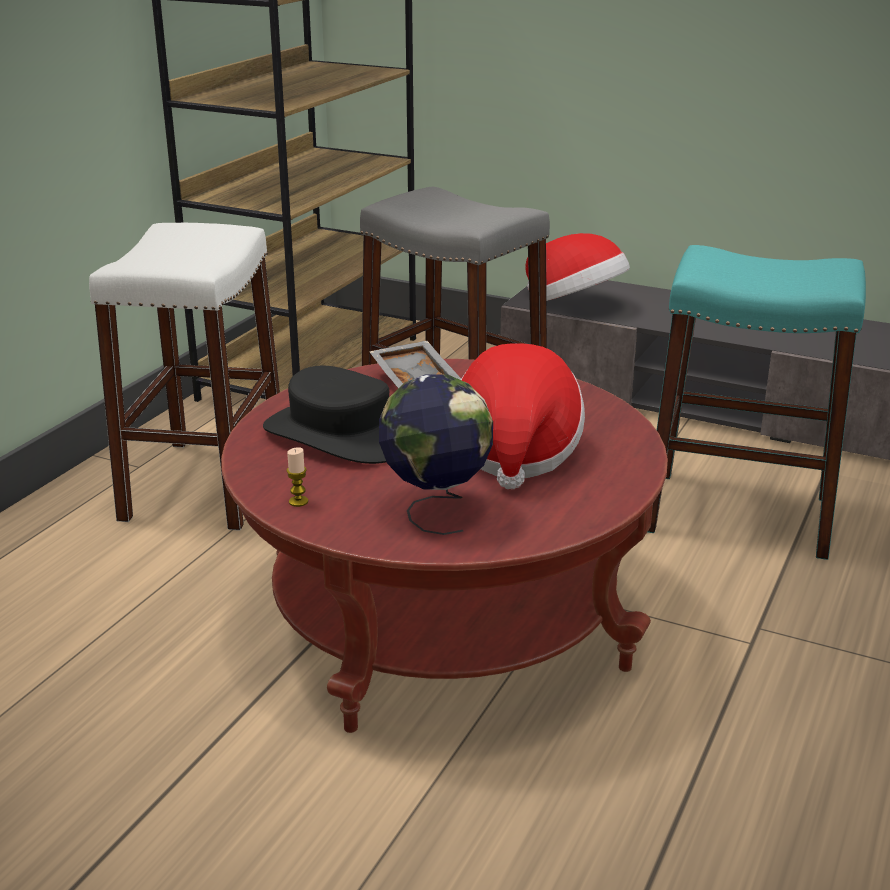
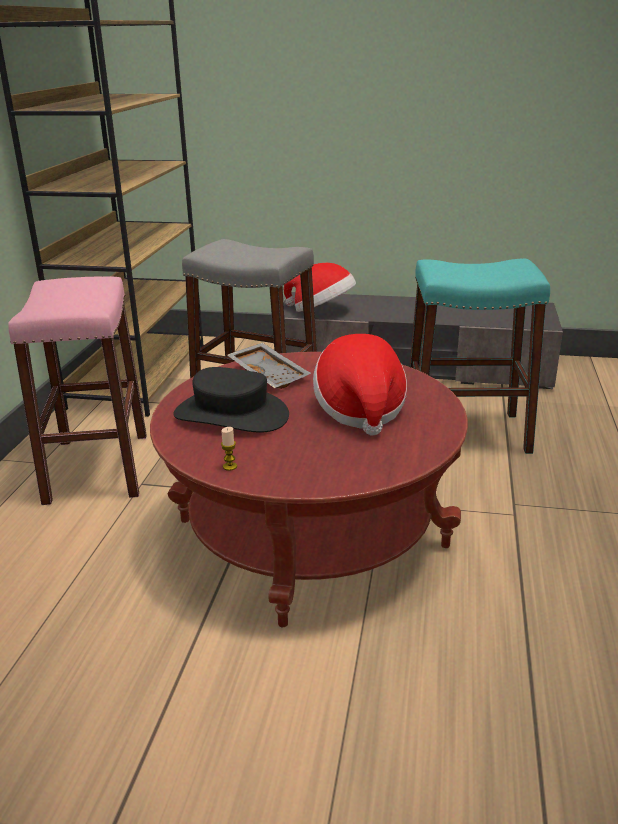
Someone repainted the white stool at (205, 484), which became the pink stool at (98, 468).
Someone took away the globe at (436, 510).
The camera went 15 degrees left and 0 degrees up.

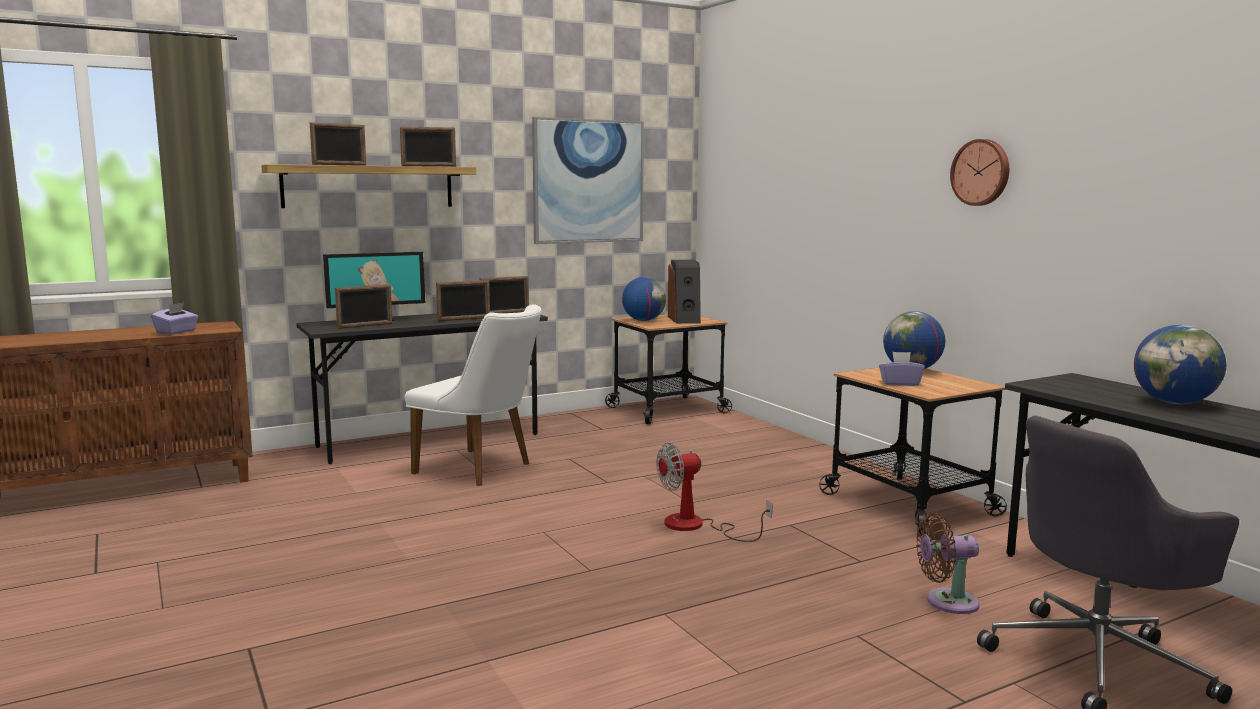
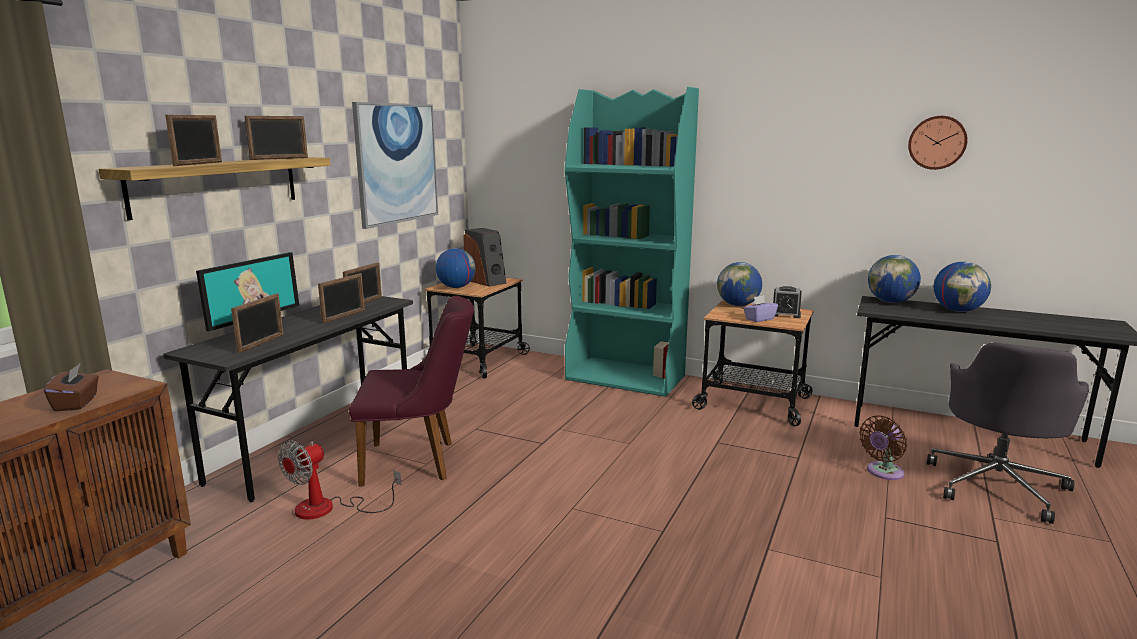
Someone repainted the purple tissue box at (176, 332), which became the brown tissue box at (76, 403).
Someone carried the fan from (697, 526) to (328, 509).
Someone repainted the white chair at (481, 469), which became the purple chair at (419, 461).
Someone put down the turquoise bookcase at (626, 378).
Someone put down the alarm clock at (785, 314).
Someone put down the globe at (891, 302).
Someone carried the wall clock from (981, 172) to (937, 142).
The camera went 35 degrees left and 5 degrees up.

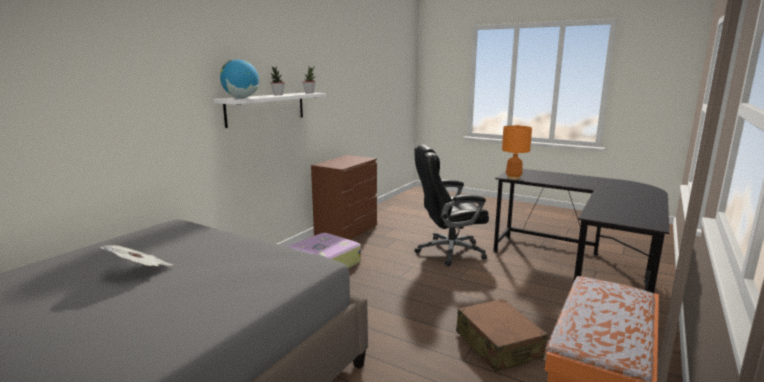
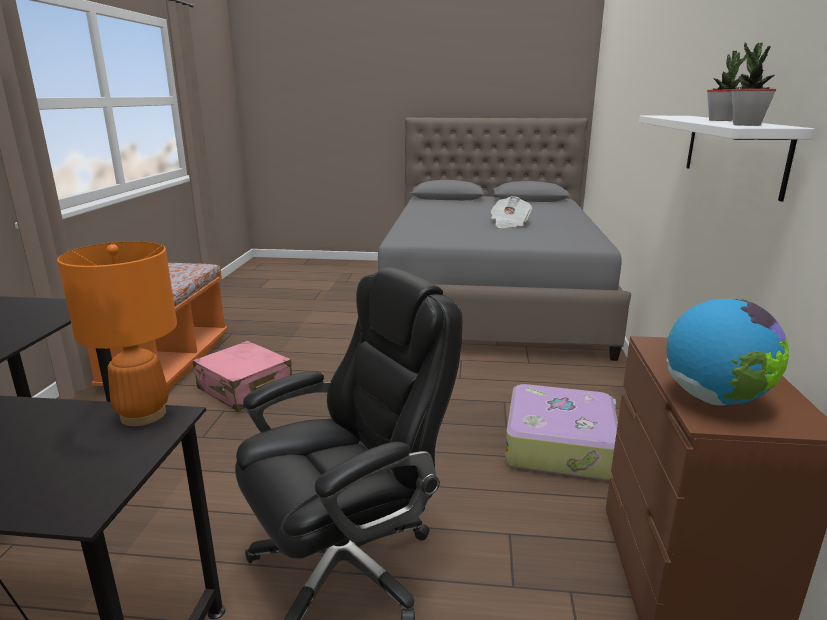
Someone repainted the brown suitcase at (498, 345), which became the pink suitcase at (245, 388).
Someone carried the globe from (241, 98) to (714, 399).
The camera went 155 degrees right and 5 degrees up.

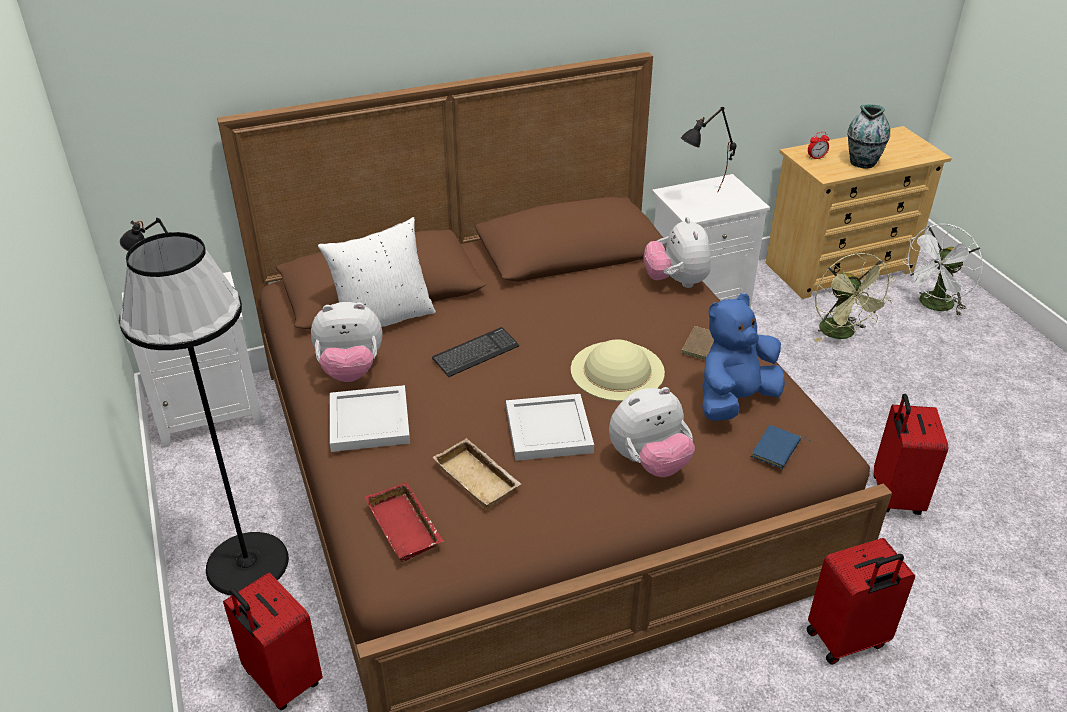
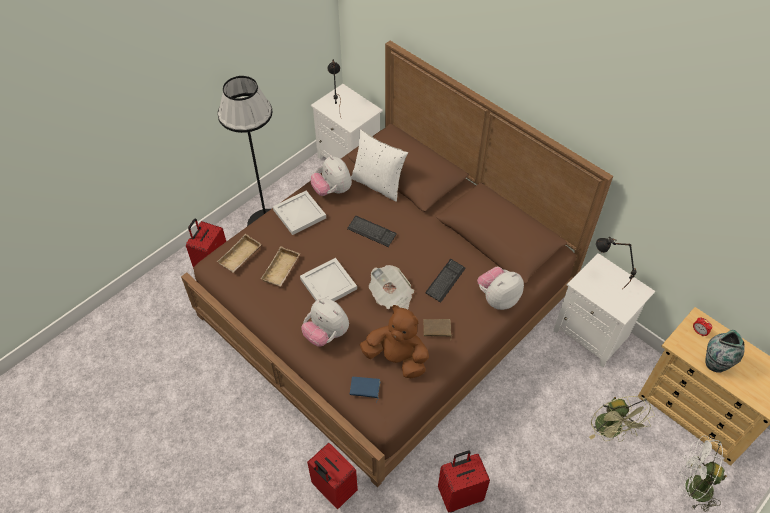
Someone repainted the red tray at (407, 526), which became the beige tray at (240, 257).
Someone repainted the blue plush toy at (734, 400), which became the brown plush toy at (397, 358).
Someone swapped the beige hat at (617, 370) for the newspaper at (391, 296).
Someone put down the keyboard at (445, 281).
Someone rotated the green fan at (842, 334) by 60 degrees counterclockwise.
The camera went 65 degrees right and 15 degrees up.

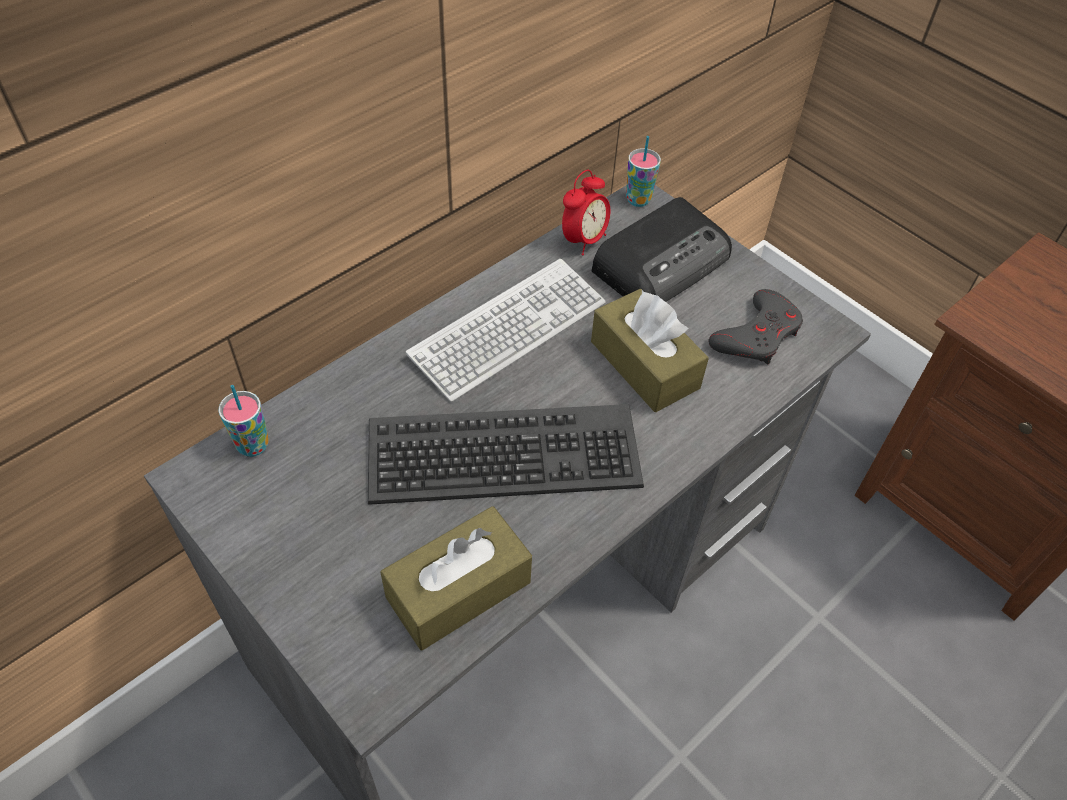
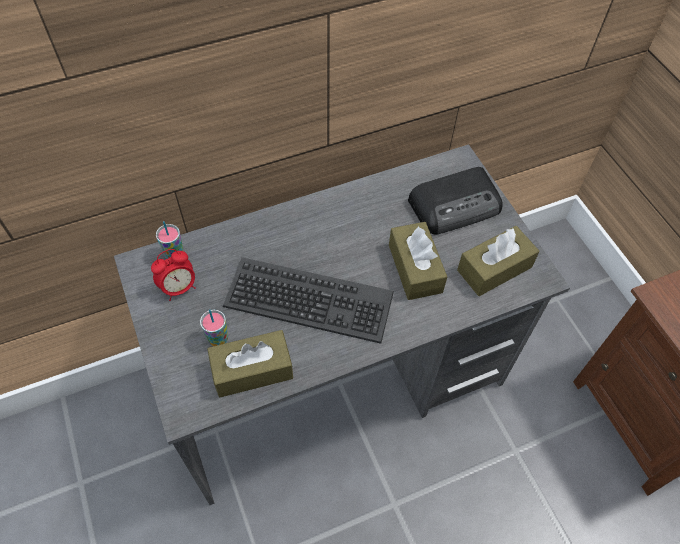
Someone carried the alarm clock from (584, 240) to (179, 288).
Someone carried the cup from (638, 200) to (218, 339).
Someone swapped the grey game controller at (757, 335) for the brown tissue box at (494, 269).
Someone took away the keyboard at (508, 330).
The camera went 20 degrees right and 5 degrees up.

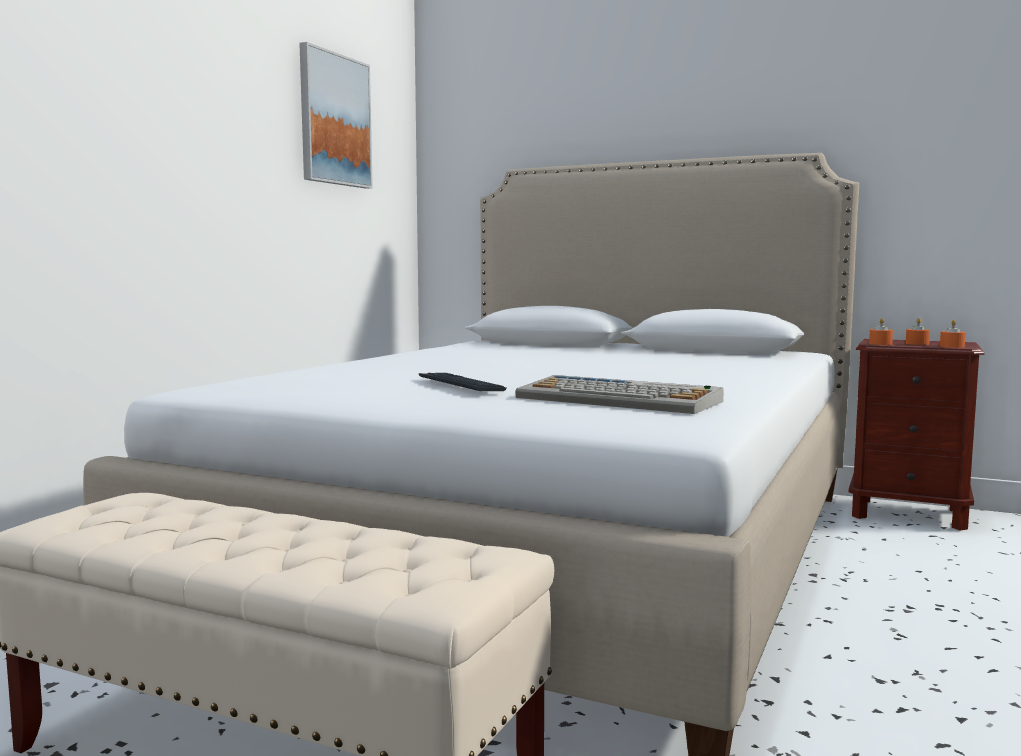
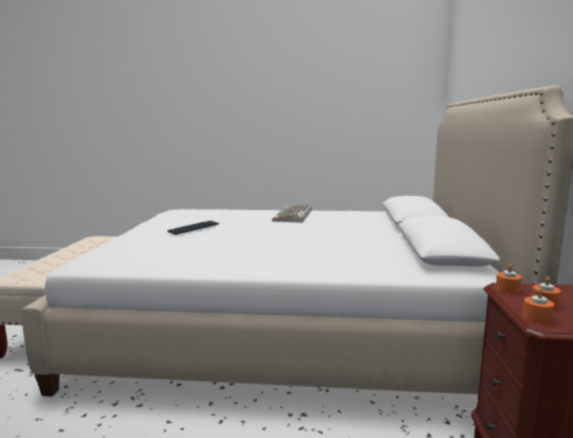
Someone carried the keyboard from (620, 399) to (293, 215).
Someone took away the picture at (334, 120).
The camera went 70 degrees right and 5 degrees up.

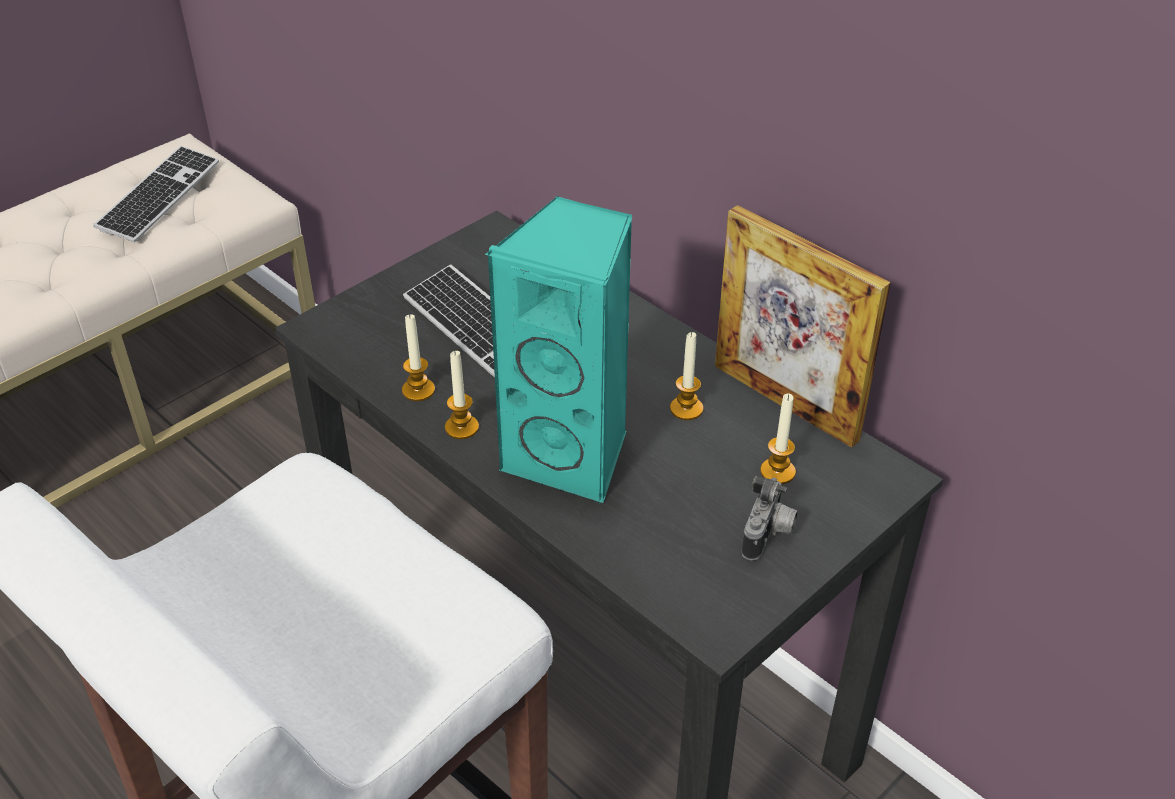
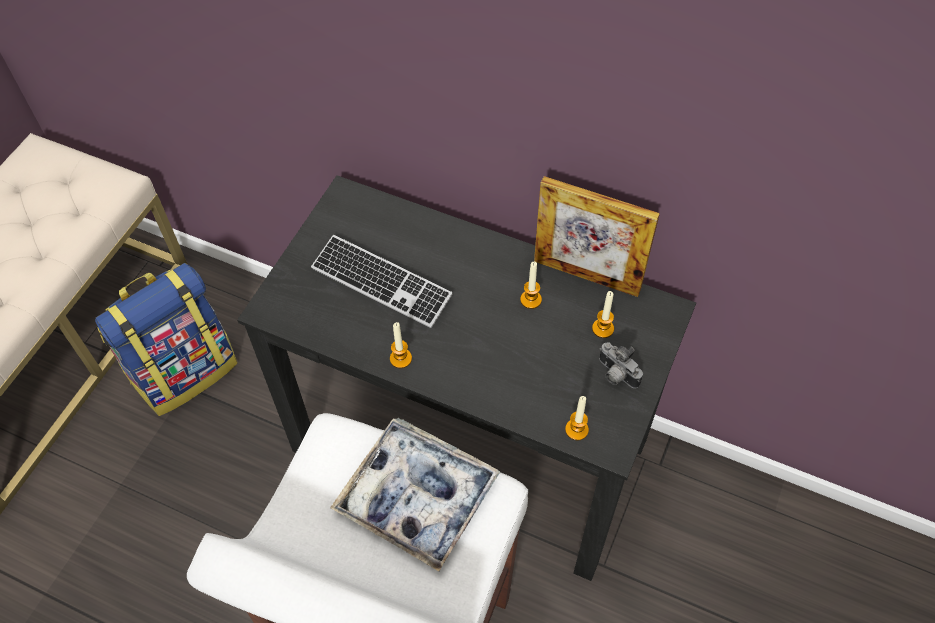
Someone put down the backpack at (185, 370).
Someone put down the tray at (417, 497).
Someone carried the candle from (418, 390) to (576, 430).
Someone rotated the photo camera at (768, 535) by 135 degrees clockwise.
Someone took away the keyboard at (159, 196).
Someone took away the turquoise speaker at (572, 456).
The camera went 20 degrees left and 15 degrees up.

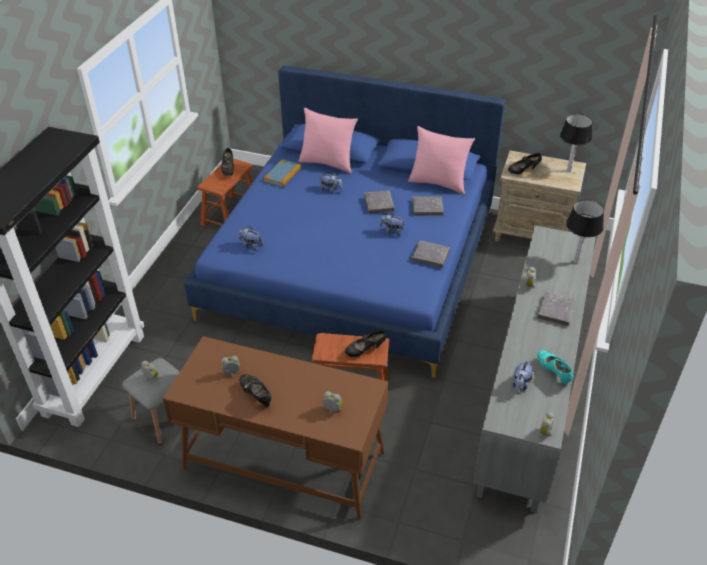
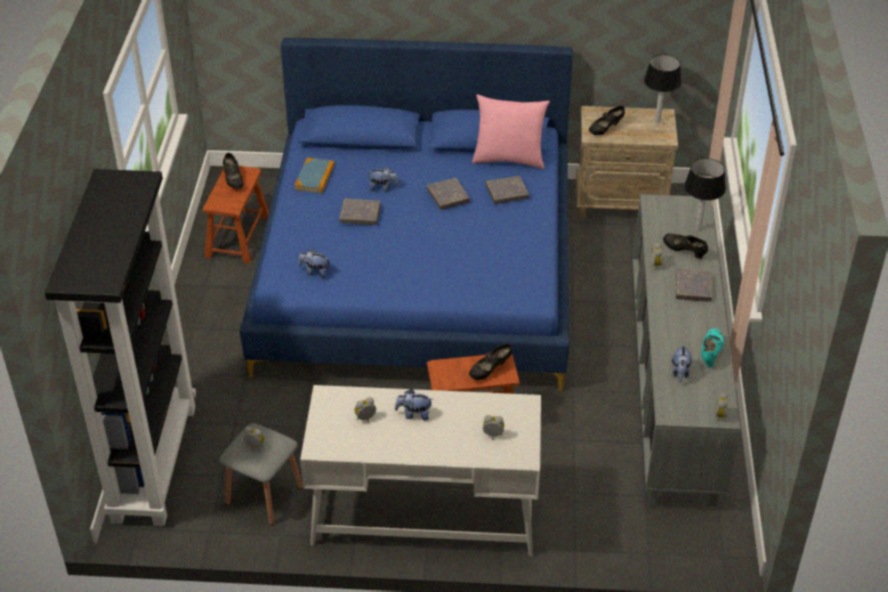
Someone repainted the brown desk at (284, 459), which became the white desk at (424, 512).
Someone carried the grey book from (430, 256) to (360, 214).
Someone carried the plush toy from (392, 231) to (414, 414).
Someone carried the black shoe from (256, 396) to (684, 251).
Someone rotated the turquoise shoe at (553, 372) by 60 degrees clockwise.
Someone took away the pink pillow at (328, 163).
The camera went 15 degrees left and 0 degrees up.

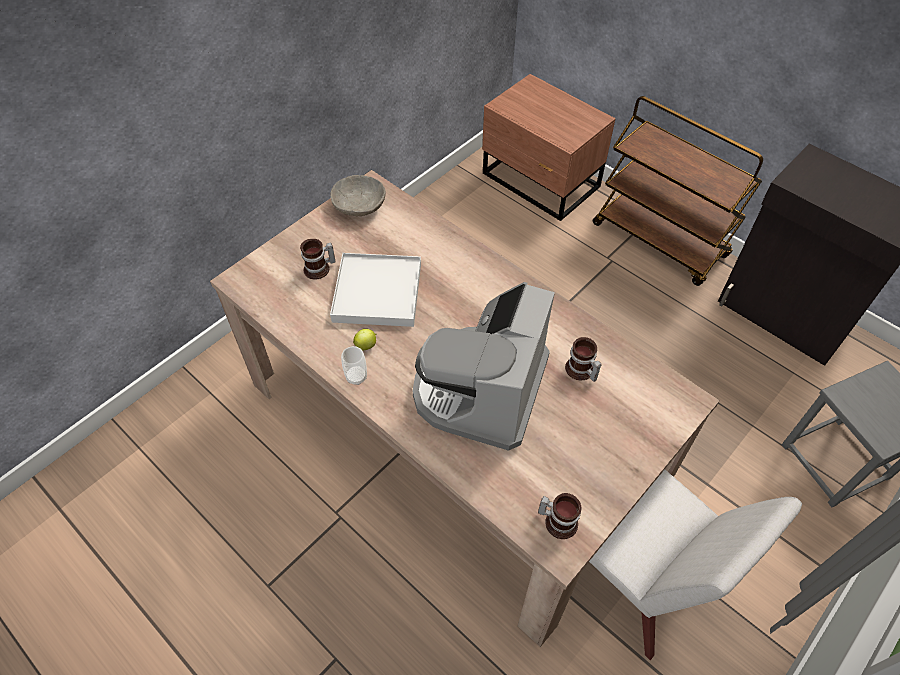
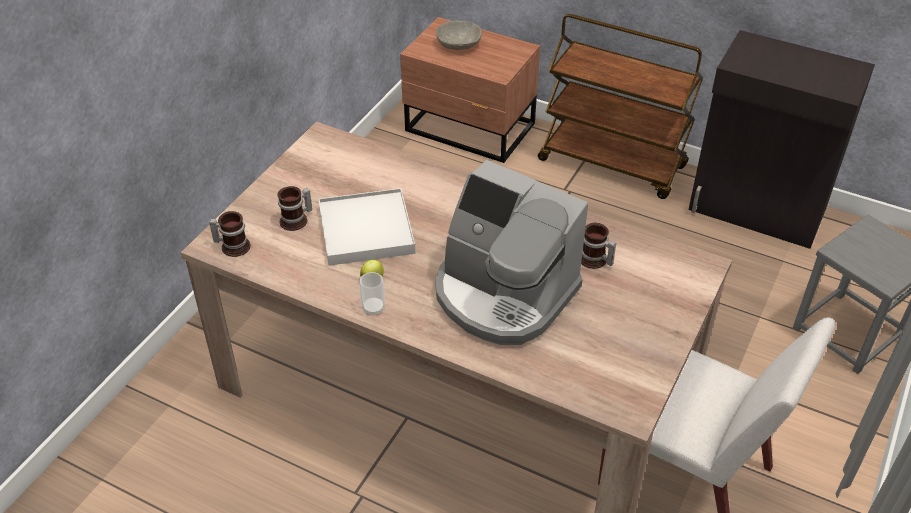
Someone carried the mug from (558, 520) to (233, 245).
Someone rotated the coffee machine at (480, 389) by 60 degrees counterclockwise.
Someone carried the grey bowl from (359, 206) to (458, 45).
The camera went 15 degrees left and 10 degrees down.

